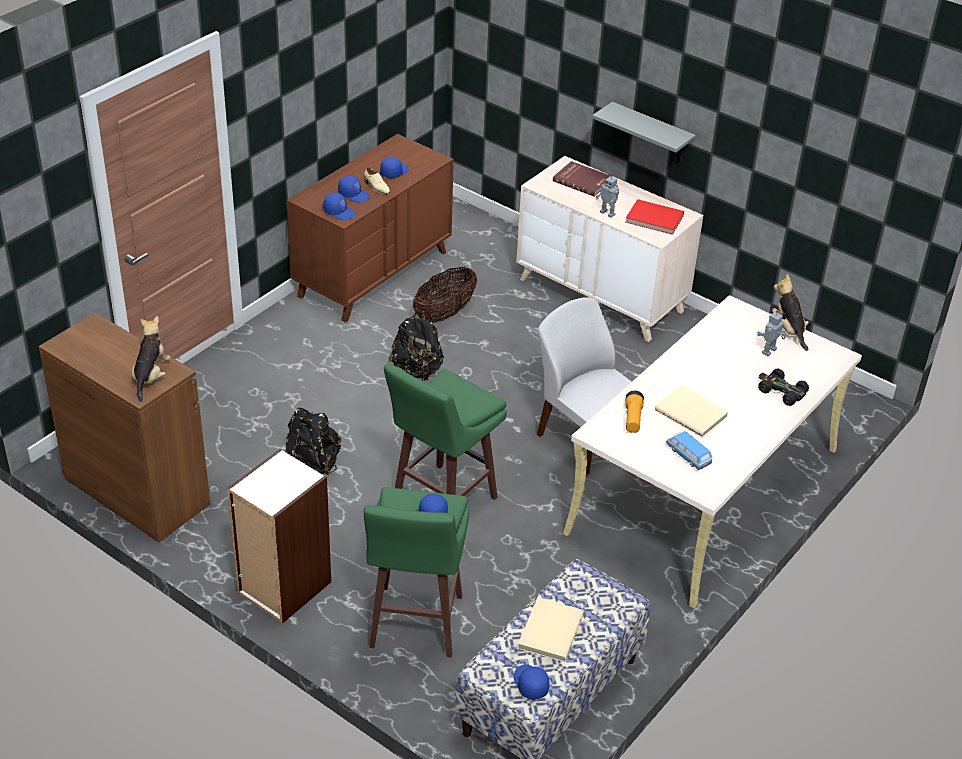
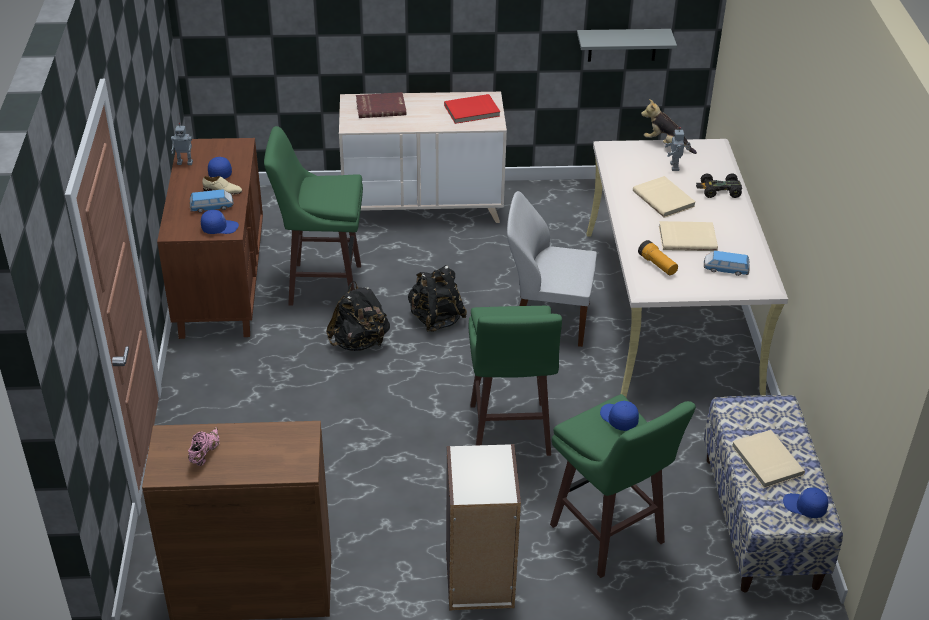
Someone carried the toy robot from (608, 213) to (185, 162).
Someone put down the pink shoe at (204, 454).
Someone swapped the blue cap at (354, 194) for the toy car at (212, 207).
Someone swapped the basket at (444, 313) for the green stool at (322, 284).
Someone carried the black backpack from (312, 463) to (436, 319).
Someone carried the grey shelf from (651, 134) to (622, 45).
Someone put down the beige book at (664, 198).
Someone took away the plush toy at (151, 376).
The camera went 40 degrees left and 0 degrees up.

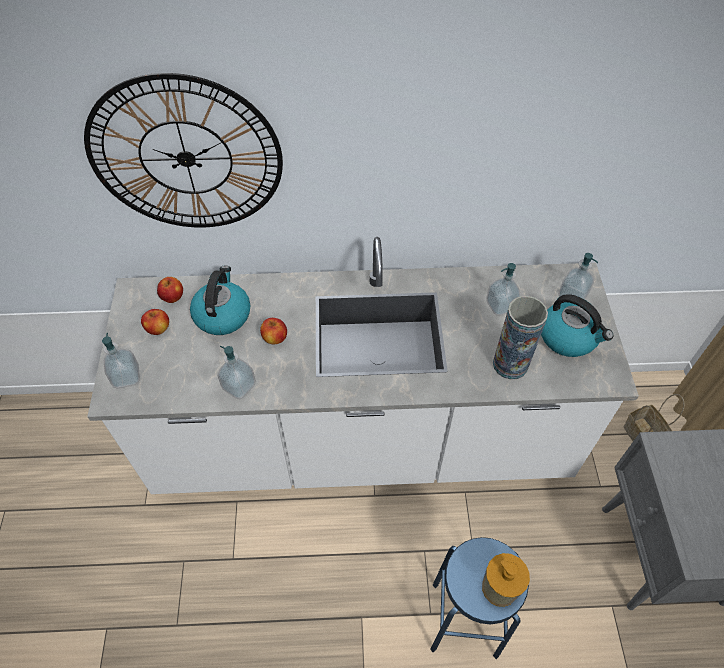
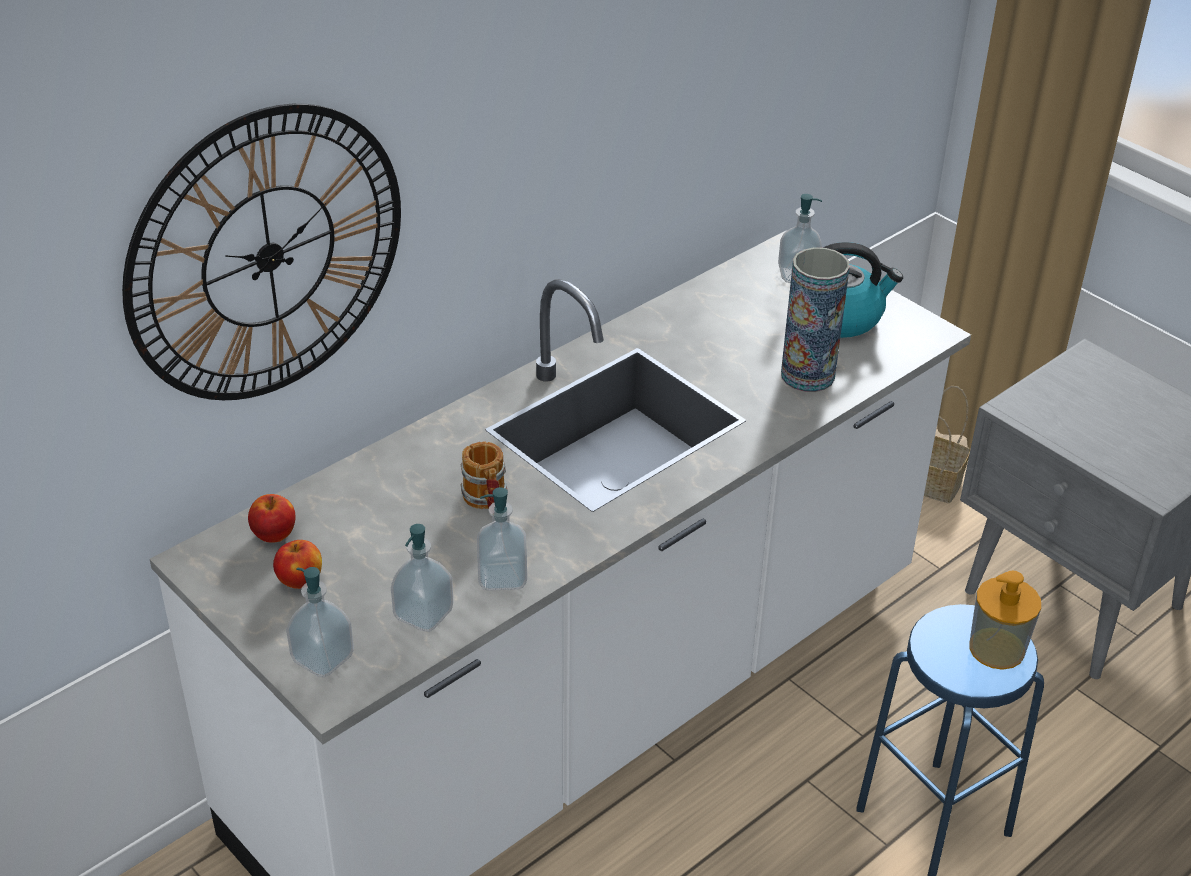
Someone carried the soap dispenser from (500, 305) to (423, 614).
Someone swapped the apple at (275, 338) for the mug at (487, 501).
Someone took away the kettle at (222, 314).
The camera went 40 degrees left and 15 degrees down.

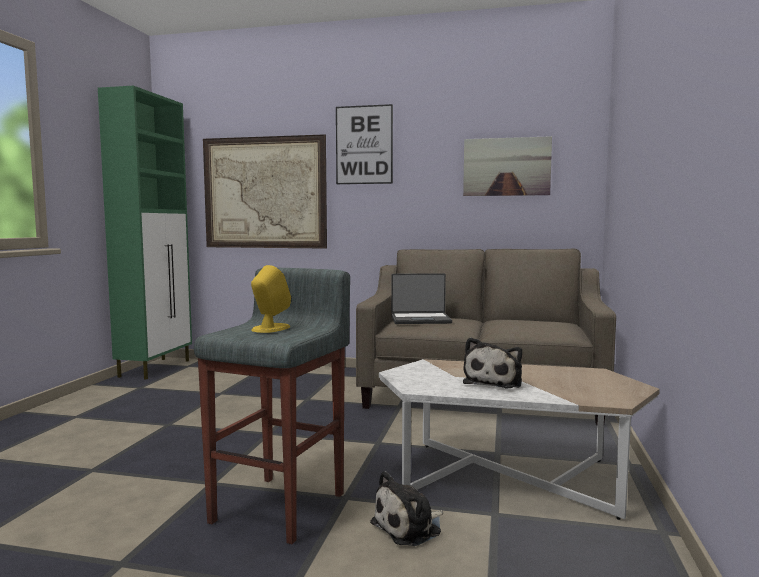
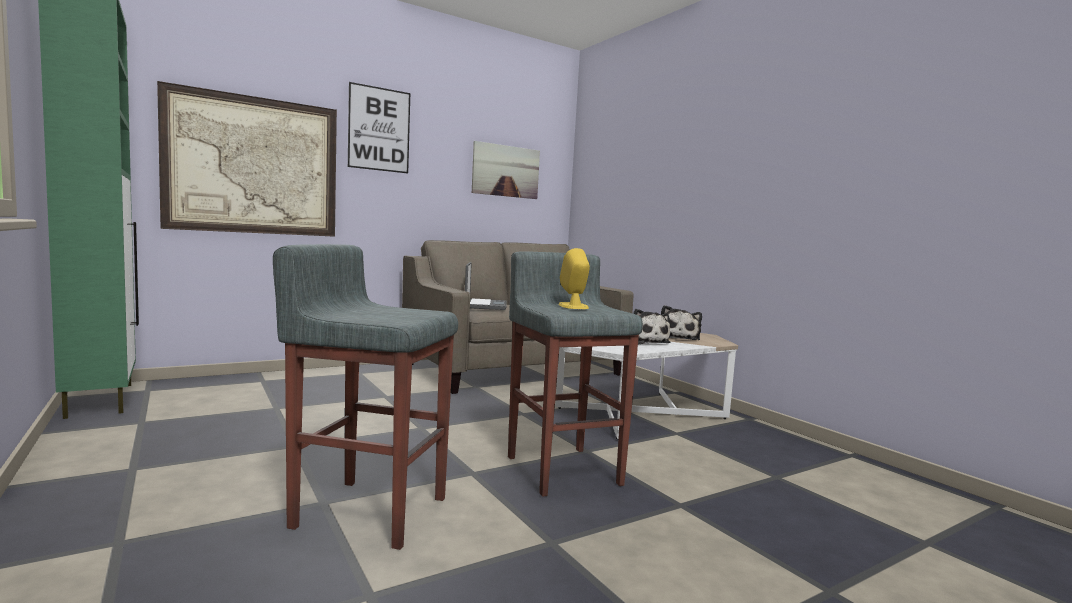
Someone put down the grey stool at (369, 511).
Someone rotated the laptop at (420, 320) by 45 degrees counterclockwise.
Someone carried the plush toy from (409, 527) to (678, 337).
The camera went 45 degrees left and 0 degrees up.

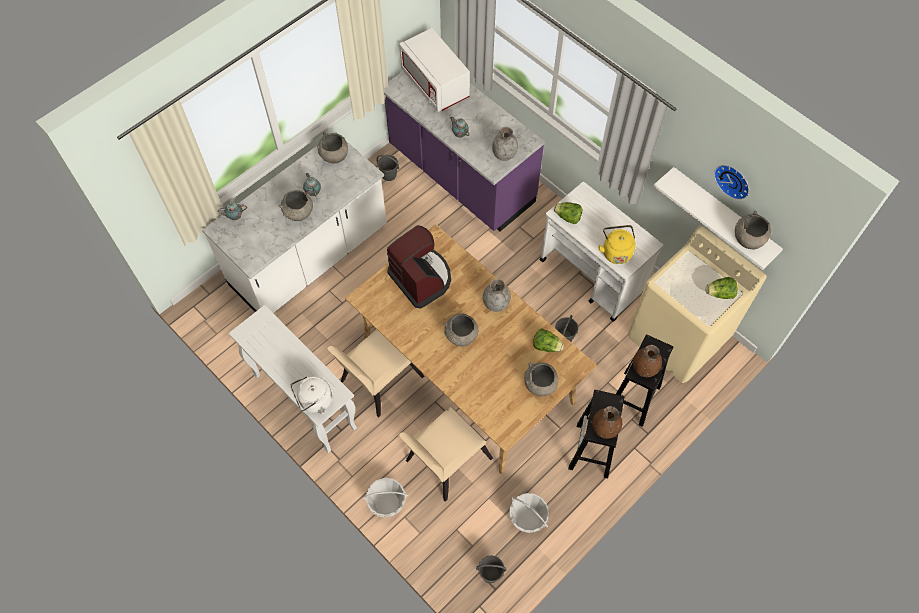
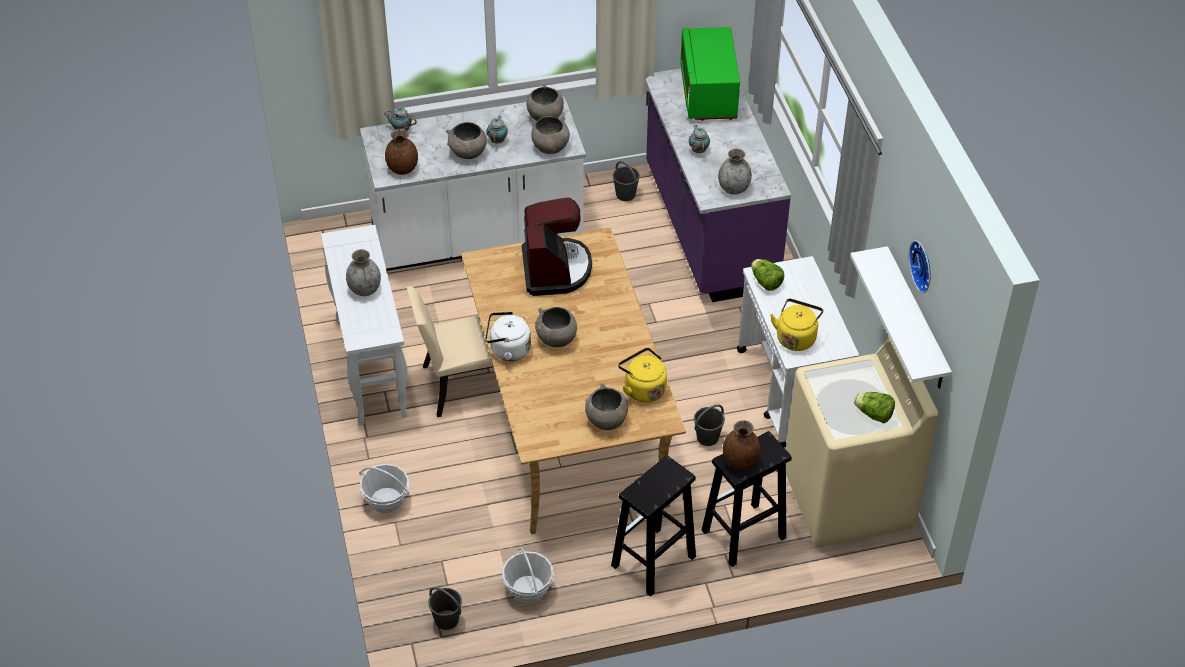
Someone carried the grey vase from (496, 303) to (365, 289).
Someone carried the brown vase from (605, 428) to (403, 169).
Someone carried the white kettle from (314, 401) to (507, 350).
Someone carried the grey bowl from (748, 240) to (550, 147).
Someone swapped the lettuce at (546, 346) for the yellow kettle at (643, 389).
Someone repainted the white microwave at (435, 85), which became the green microwave at (708, 94).
Someone took away the beige chair at (444, 462).
The camera went 30 degrees right and 15 degrees down.

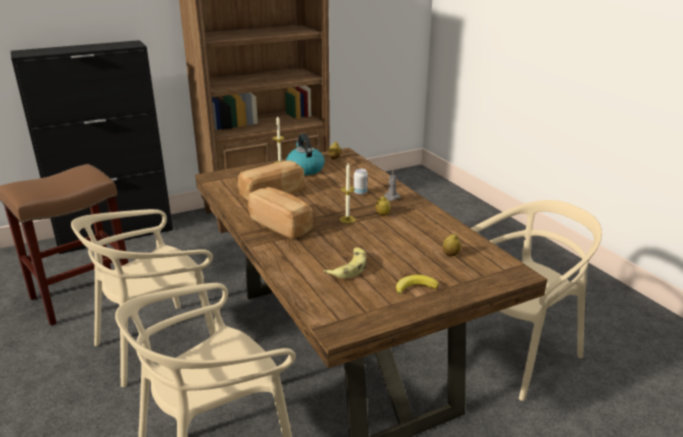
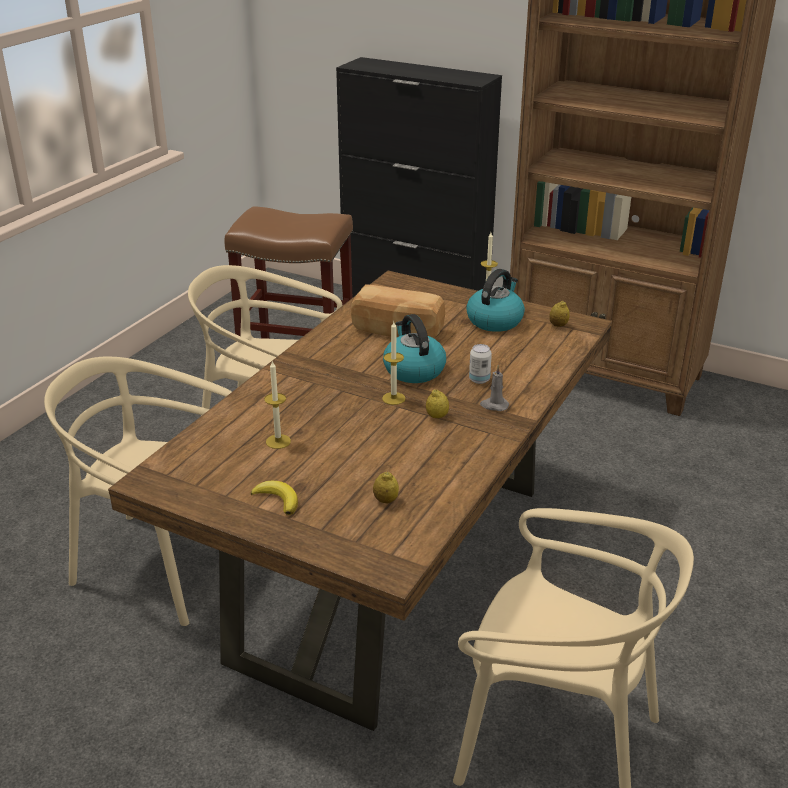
Someone swapped the banana at (349, 268) for the candle at (278, 441).
Someone put down the kettle at (413, 370).
Someone took away the bread at (281, 225).
The camera went 55 degrees right and 5 degrees up.

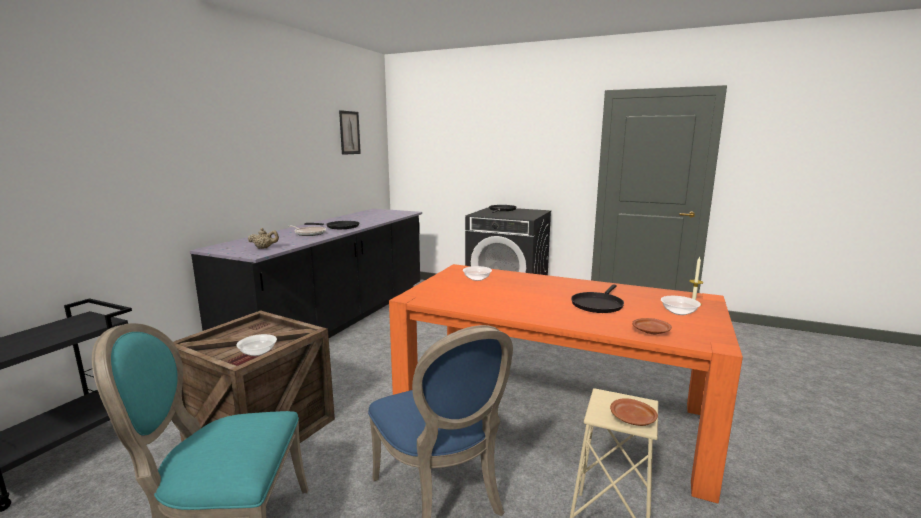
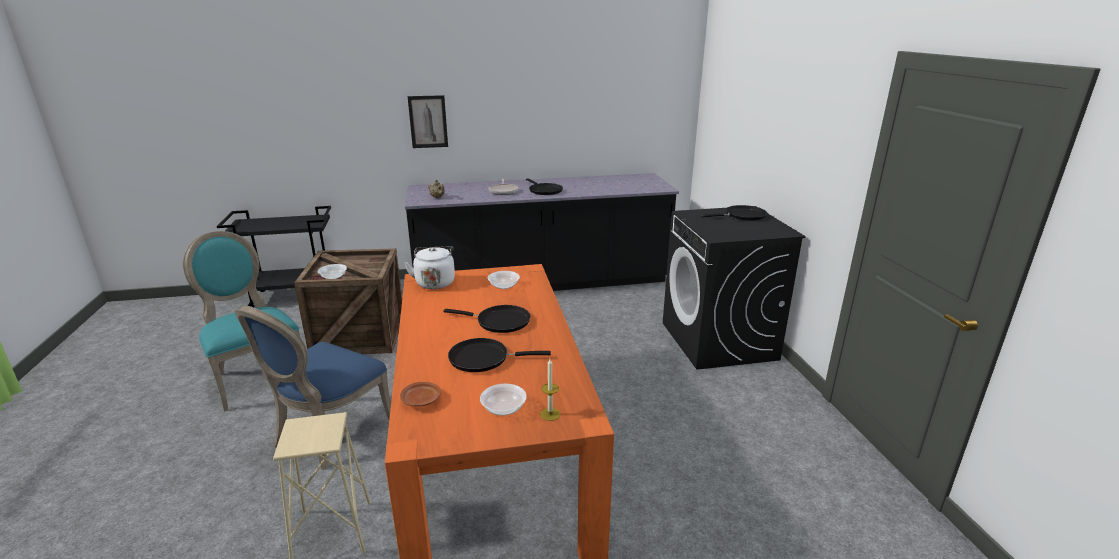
Someone put down the white kettle at (435, 282).
Someone carried the picture from (349, 132) to (428, 121).
Someone put down the black frying pan at (499, 322).
Someone took away the brown plate at (633, 419).
The camera went 55 degrees right and 10 degrees up.

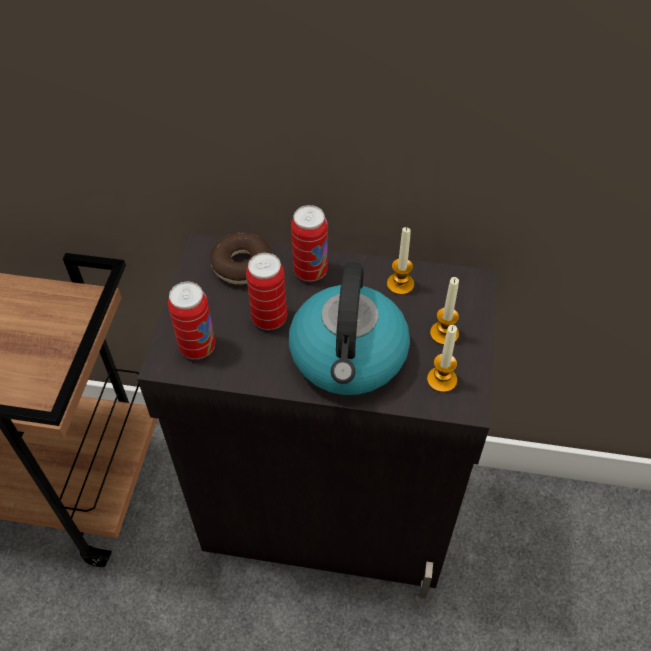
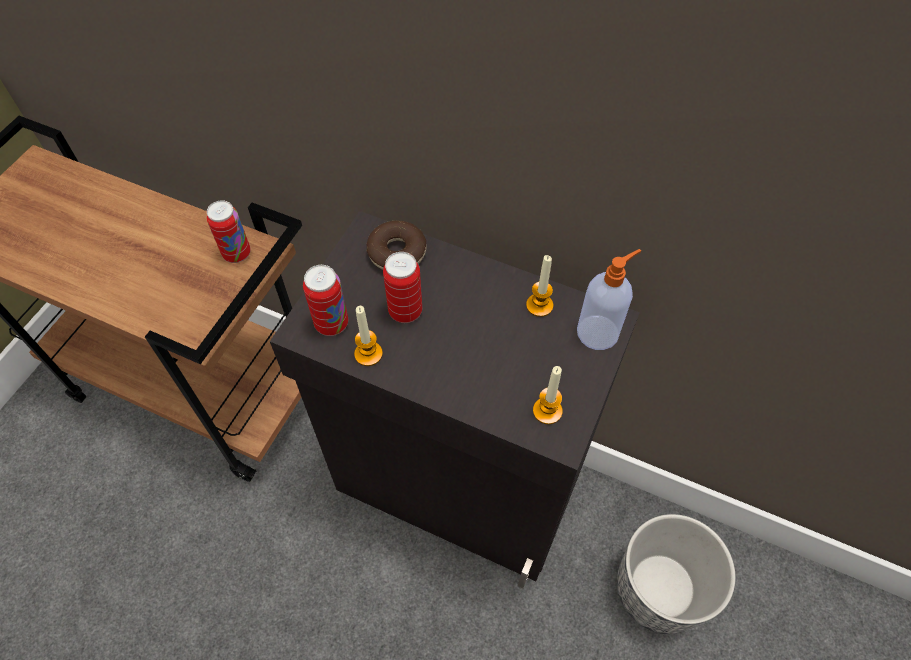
Someone carried the can from (310, 271) to (237, 254).
Someone carried the candle from (444, 334) to (368, 354).
Someone put down the soap dispenser at (599, 332).
Someone put down the planter at (660, 589).
Someone took away the kettle at (349, 357).
The camera went 15 degrees right and 5 degrees up.

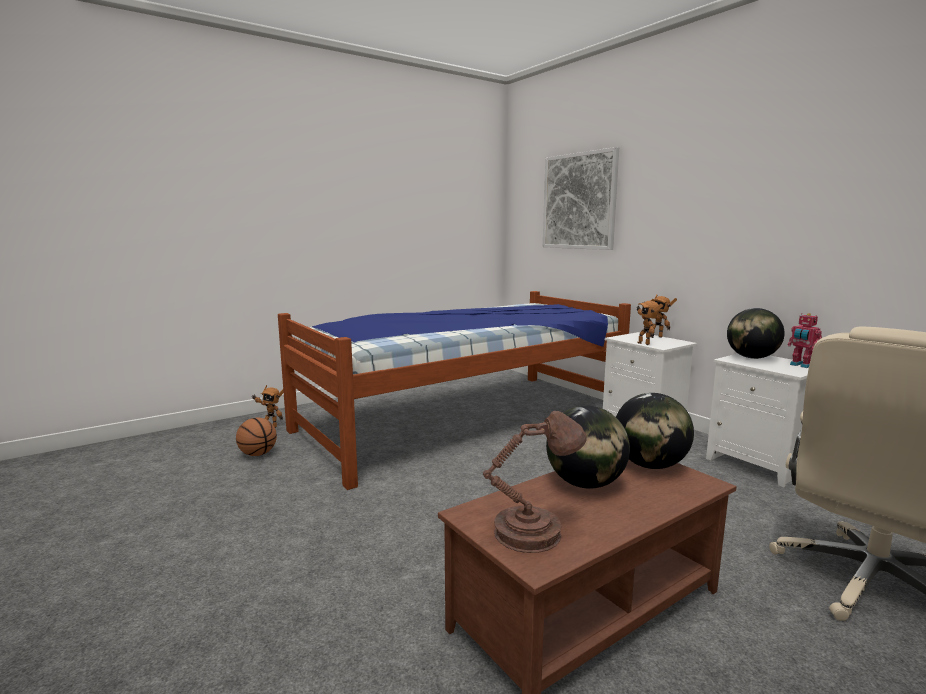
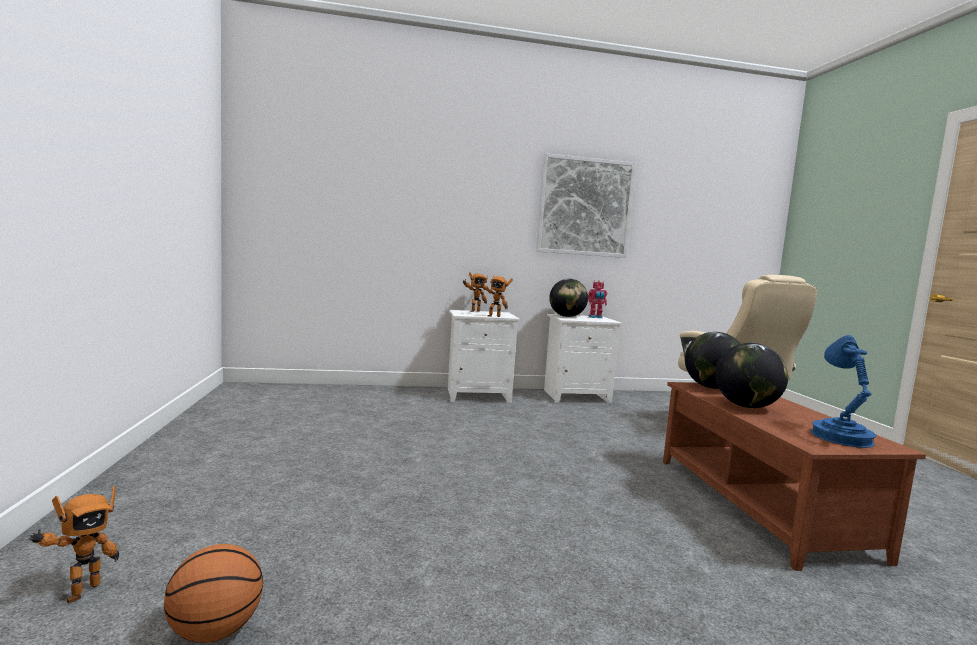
Someone carried the picture from (579, 201) to (585, 207).
Someone repainted the brown table lamp at (533, 532), which became the blue table lamp at (839, 436).
Someone took away the bed at (463, 419).
The camera went 65 degrees left and 5 degrees down.

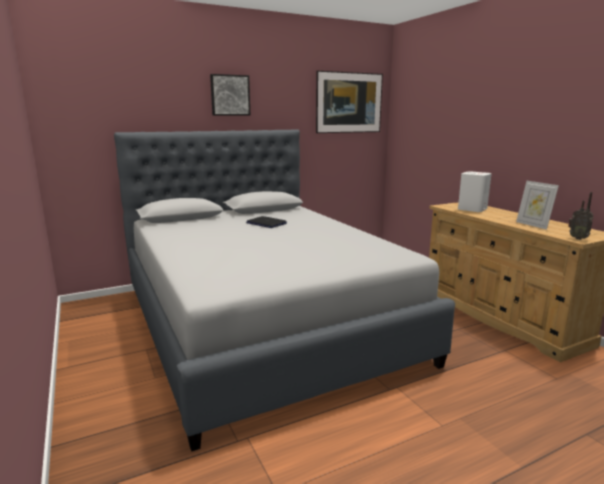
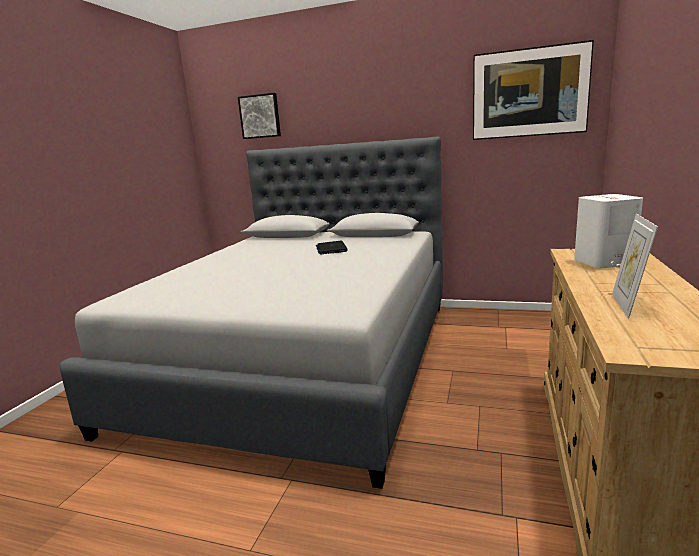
Someone carried the picture from (230, 95) to (260, 116).
Someone took away the radio at (578, 238).
The camera went 45 degrees right and 0 degrees up.

